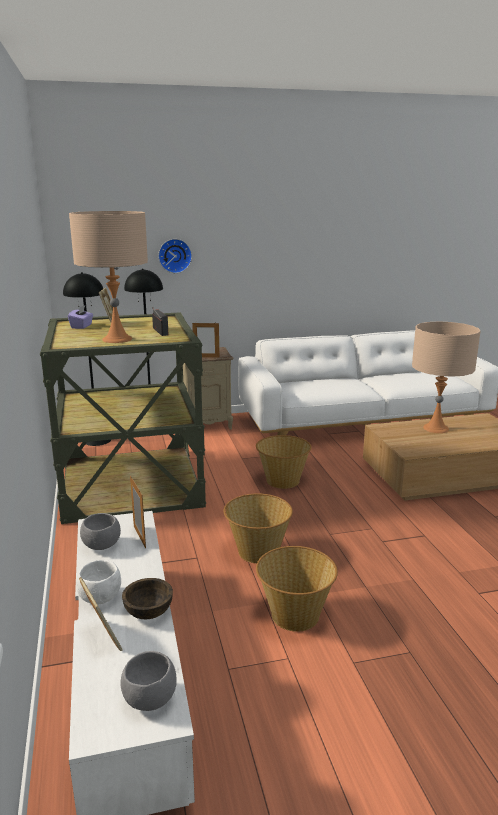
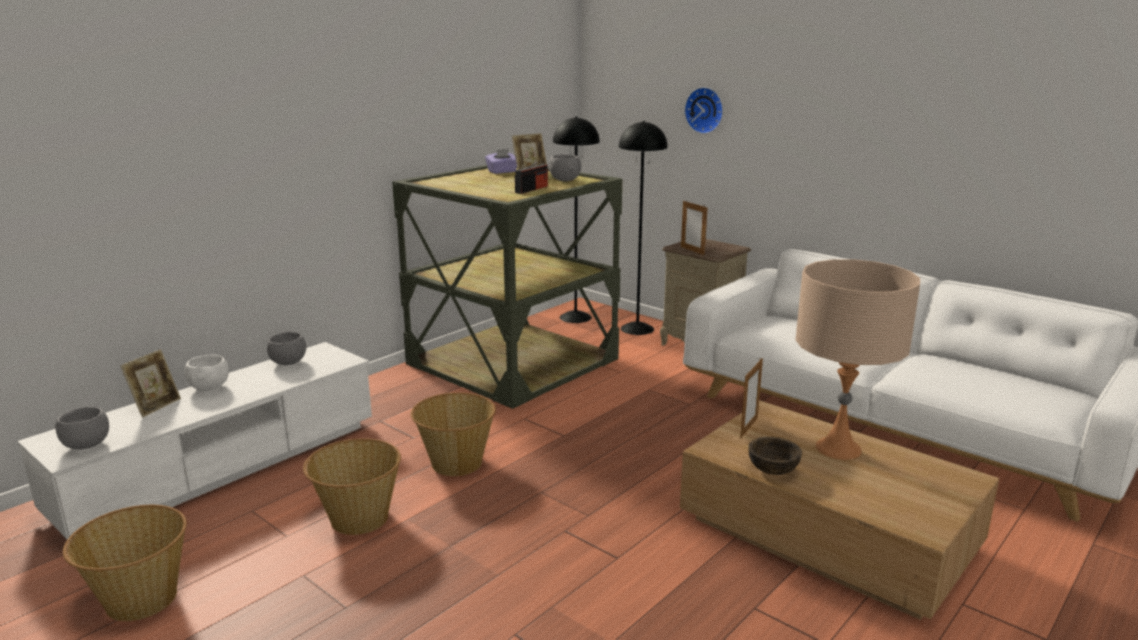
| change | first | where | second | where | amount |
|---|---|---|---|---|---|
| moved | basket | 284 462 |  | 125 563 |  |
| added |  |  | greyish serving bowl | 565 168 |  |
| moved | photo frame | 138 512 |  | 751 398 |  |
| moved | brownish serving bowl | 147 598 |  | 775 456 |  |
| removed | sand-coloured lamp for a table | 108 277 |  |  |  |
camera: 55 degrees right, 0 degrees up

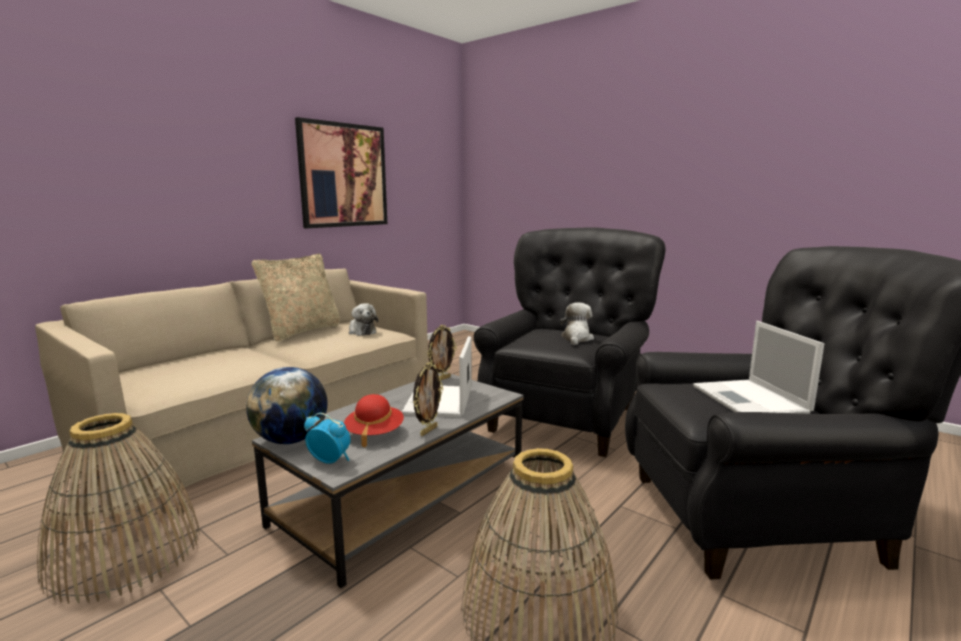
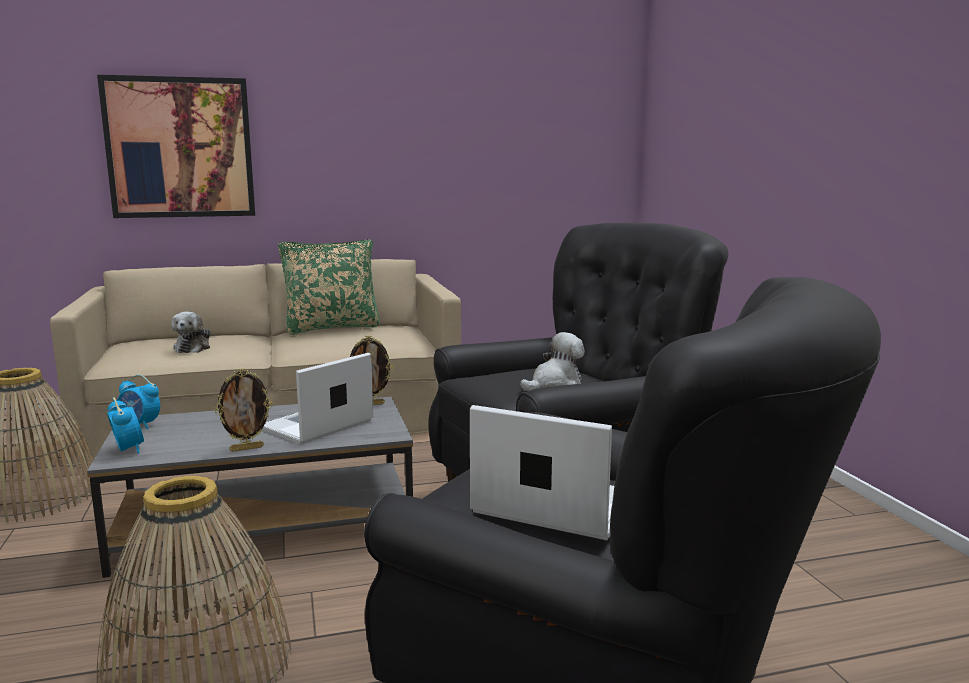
| change | first | where | second | where | amount |
|---|---|---|---|---|---|
| moved | picture | 341 172 |  | 176 146 |  |
| replaced | desk globe | 287 405 | alarm clock | 138 402 |  |
| moved | soft toy | 363 319 |  | 191 332 |  |
| recoloured | sand-coloured throw pillow | 296 298 | green-coloured throw pillow | 328 287 |  |
| turned | notebook computer | 758 367 |  | 542 472 | 90 degrees clockwise |
| removed | reddish wearable hat | 374 421 |  |  |  |
camera: 35 degrees right, 0 degrees up

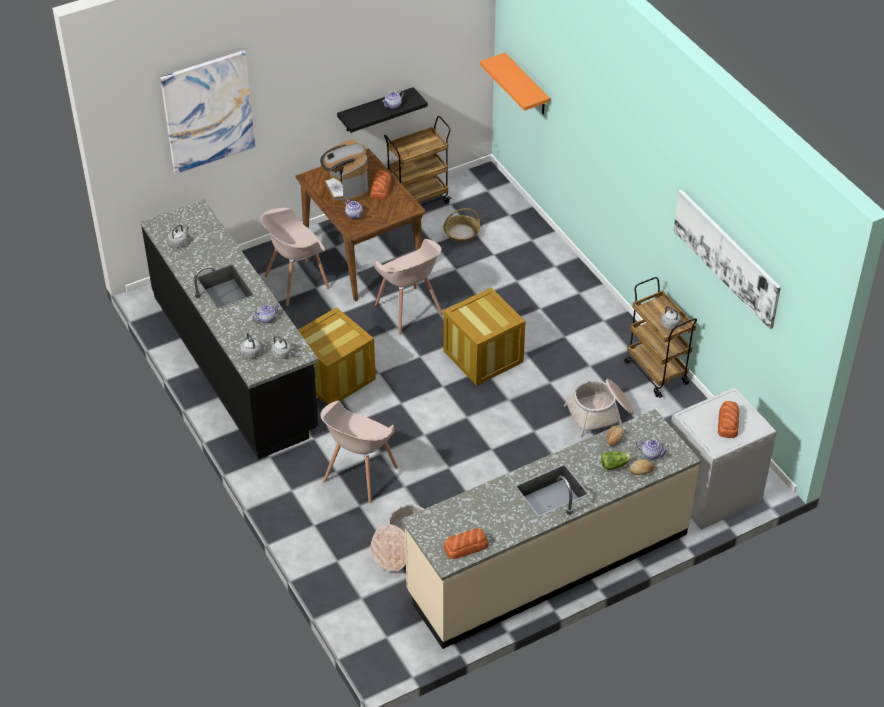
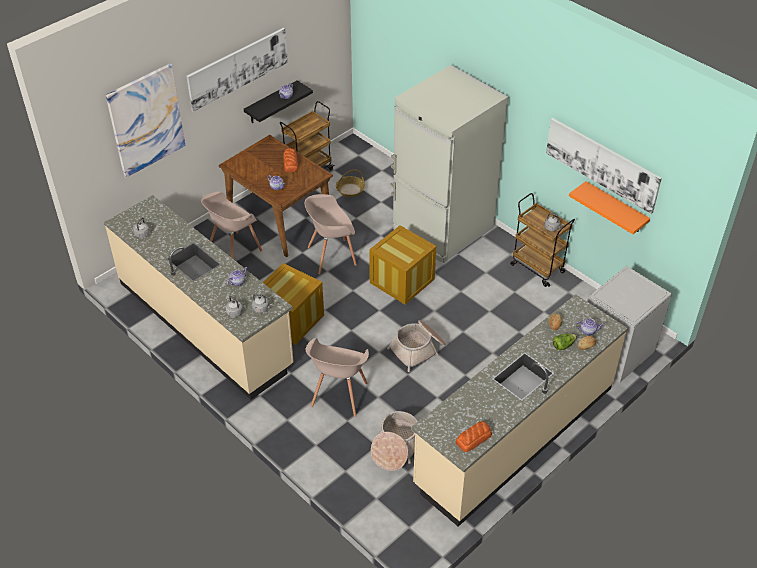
| change | first | where | second | where | amount |
|---|---|---|---|---|---|
| recoloured | black-coloured kitchen base unit | 230 329 | sand-coloured kitchen base unit | 198 297 |  |
| added |  |  | picture | 237 70 |  |
| turned | sand-coloured chair | 409 286 |  | 331 234 | 120 degrees clockwise |
| moved | basket | 599 408 |  | 416 346 |  |
| added |  |  | white-coloured fridge | 449 164 |  |
| moved | orangey bracket shelf | 515 83 |  | 609 207 |  |
| removed | coffee brewer | 344 171 |  |  |  |
| removed | baked bread | 728 419 |  |  |  |
camera: 15 degrees left, 0 degrees up

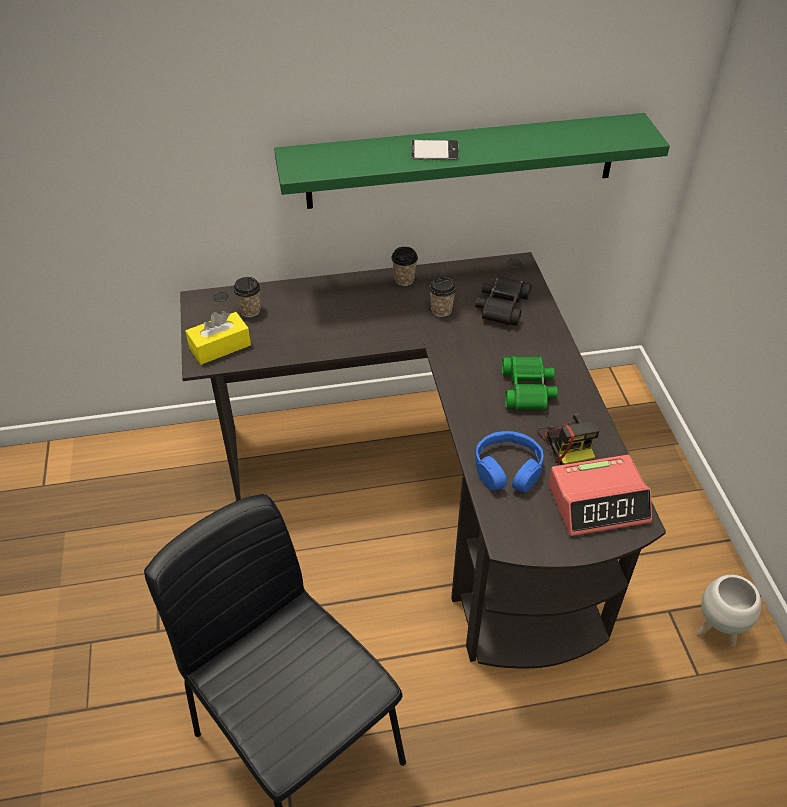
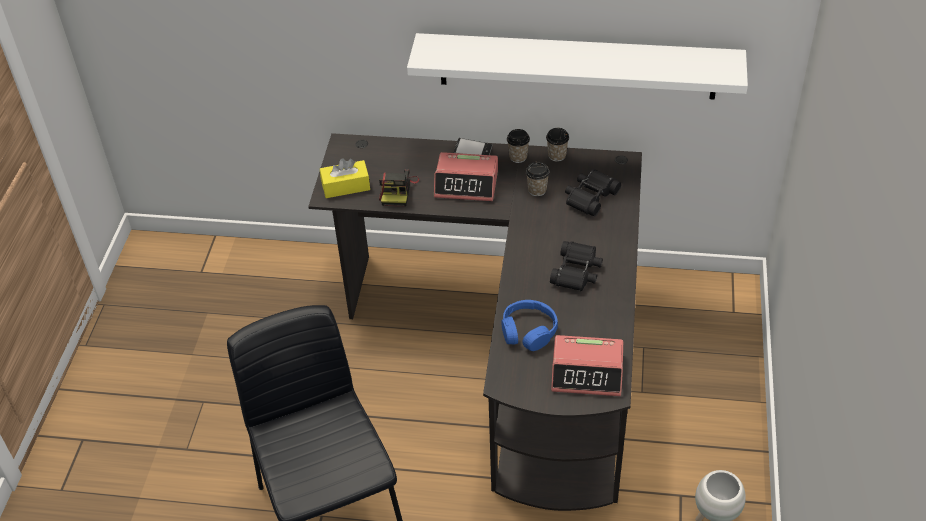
| change | first | where | second | where | amount |
|---|---|---|---|---|---|
| moved | still camera | 568 439 |  | 399 187 |  |
| recoloured | green-coloured bracket shelf | 472 161 | white-coloured bracket shelf | 577 66 |  |
| added |  |  | alarm clock | 466 176 |  |
| moved | phone | 435 150 |  | 473 146 |  |
| moved | small cup | 247 297 |  | 557 145 |  |
| recoloured | green-coloured pair of binoculars | 530 383 | black-coloured pair of binoculars | 576 266 |  |
camera: 20 degrees right, 0 degrees up

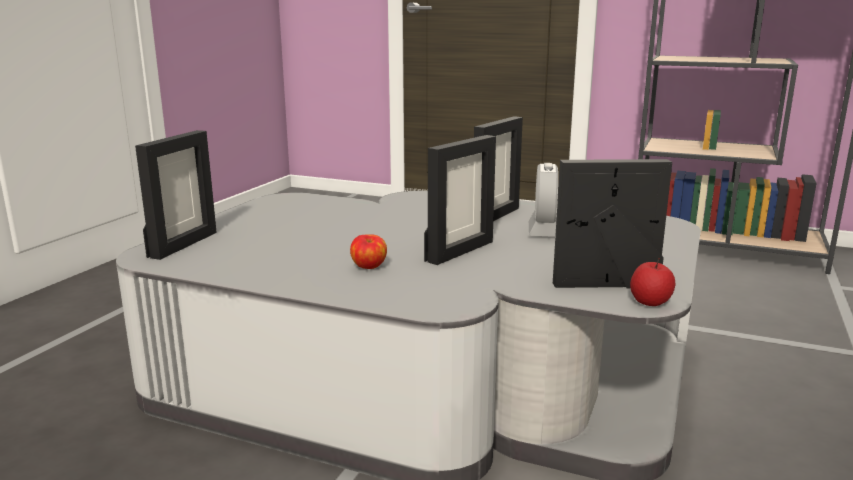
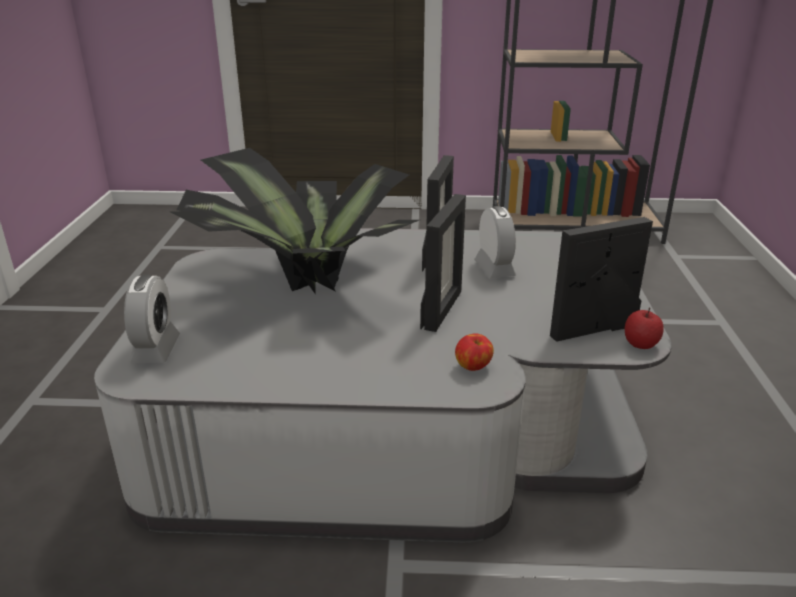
| change | first | where | second | where | amount |
|---|---|---|---|---|---|
| replaced | photo frame | 176 195 | alarm clock | 152 319 |  |
| added |  |  | potted plant | 294 220 |  |
| moved | whole apple | 368 251 |  | 474 352 |  |
camera: 20 degrees left, 10 degrees up

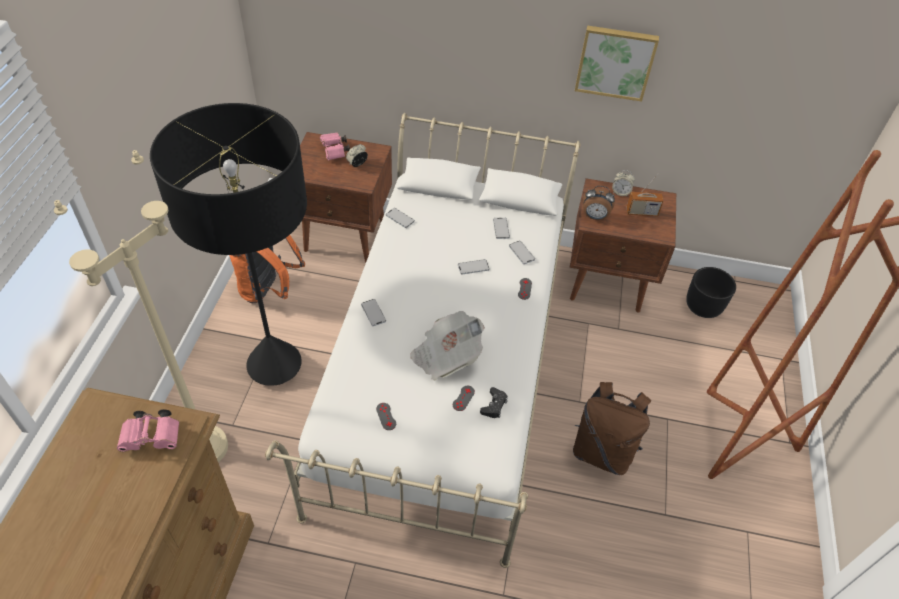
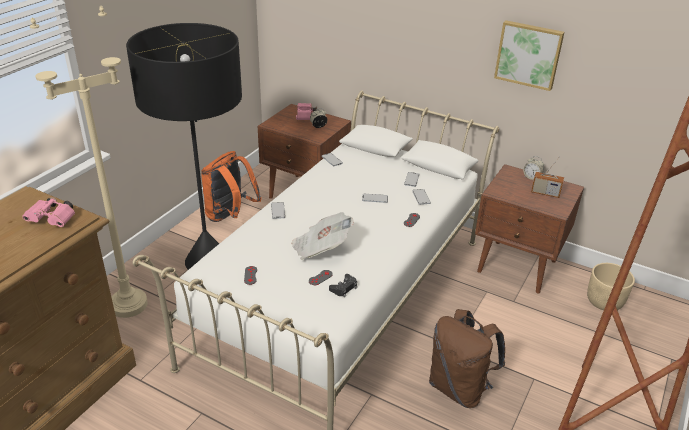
| change | first | where | second | where | amount |
|---|---|---|---|---|---|
| recoloured | black-coloured plant pot | 711 292 | sand-coloured plant pot | 611 286 |  |
| removed | alarm clock | 599 203 |  |  |  |
camera: 20 degrees right, 15 degrees down

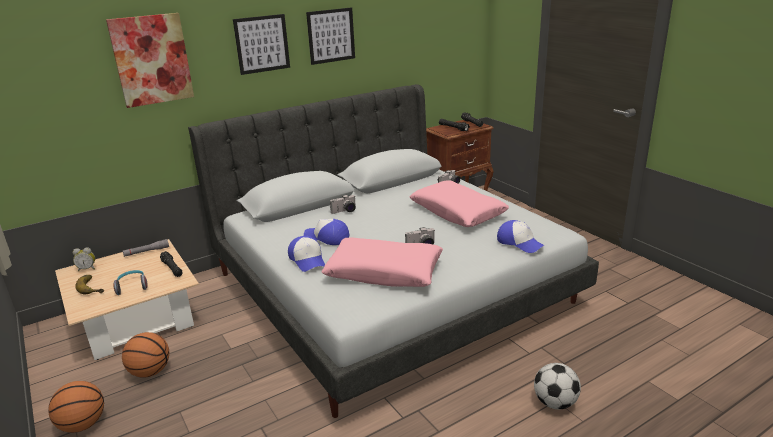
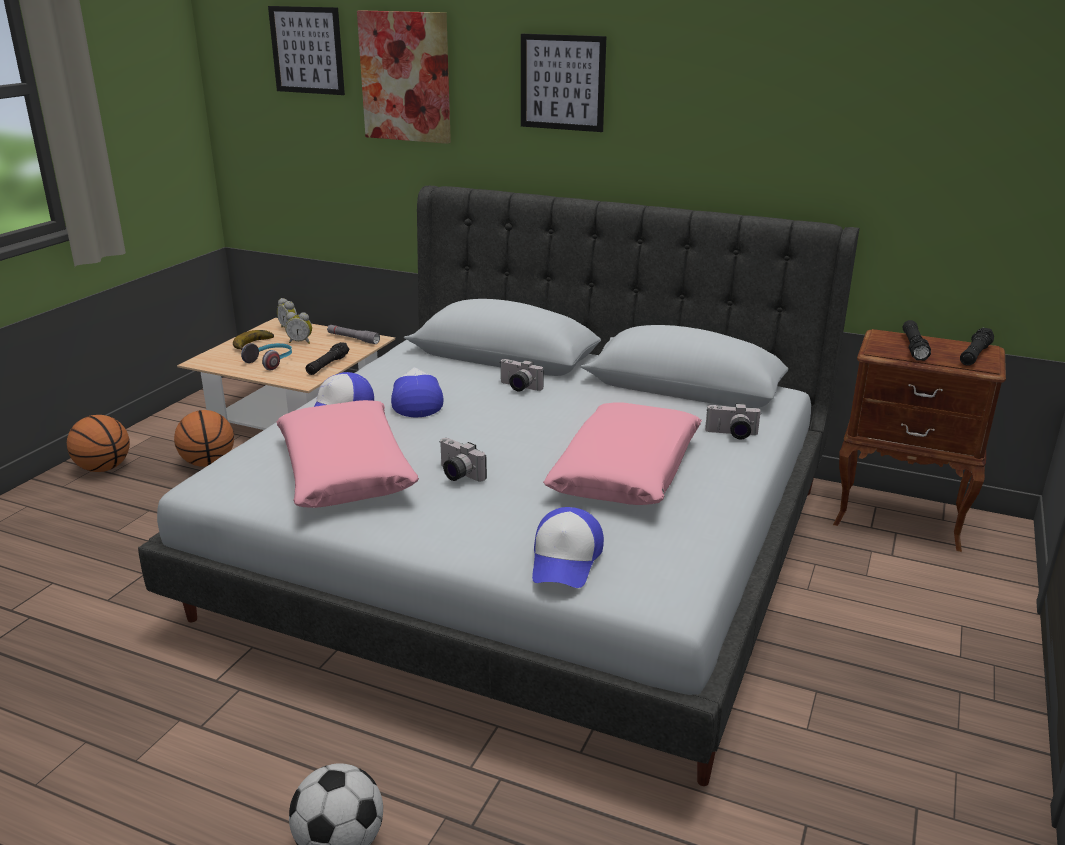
| change | first | where | second | where | amount |
|---|---|---|---|---|---|
| moved | picture | 330 36 |  | 306 50 |  |
| added |  |  | alarm clock | 298 328 |  |
camera: 55 degrees right, 0 degrees up

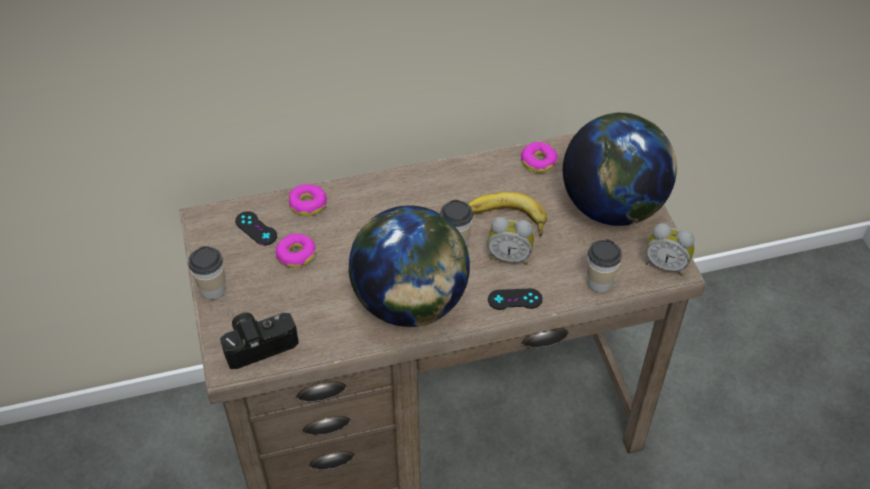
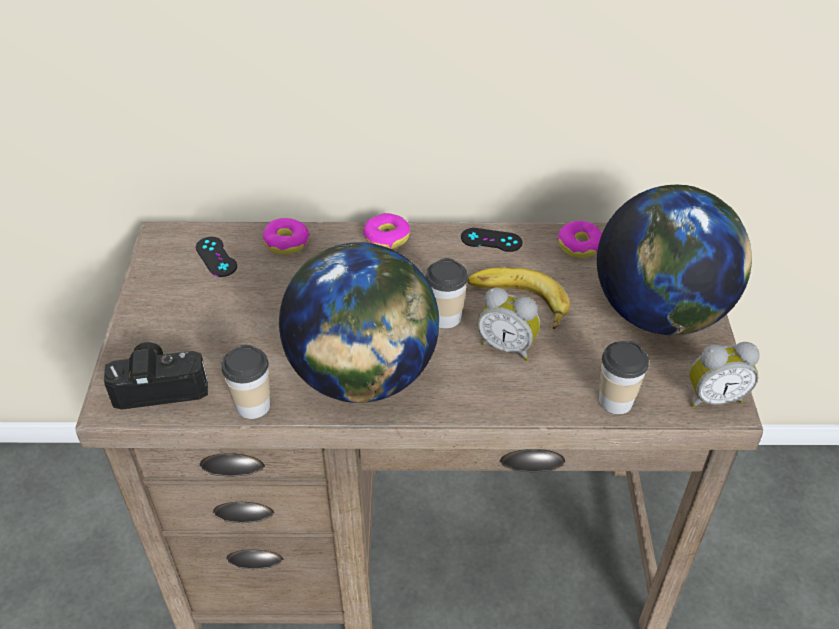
| change | first | where | second | where | amount |
|---|---|---|---|---|---|
| moved | small cup | 207 273 |  | 246 382 |  |
| moved | doughnut | 295 251 |  | 386 231 |  |
| moved | black-coloured game controller | 515 299 |  | 491 240 |  |
| turned | alarm clock | 670 249 |  | 724 375 | 45 degrees counterclockwise |
camera: 15 degrees right, 5 degrees down

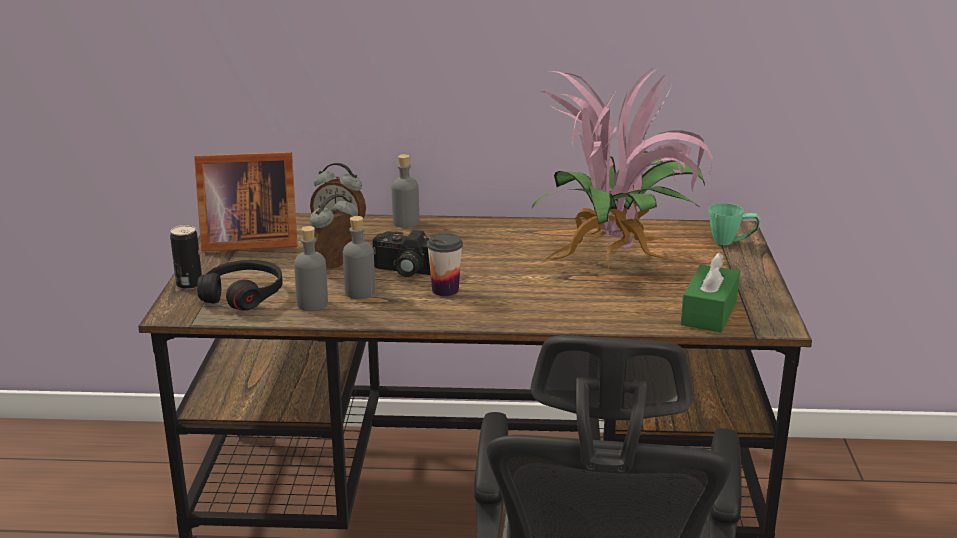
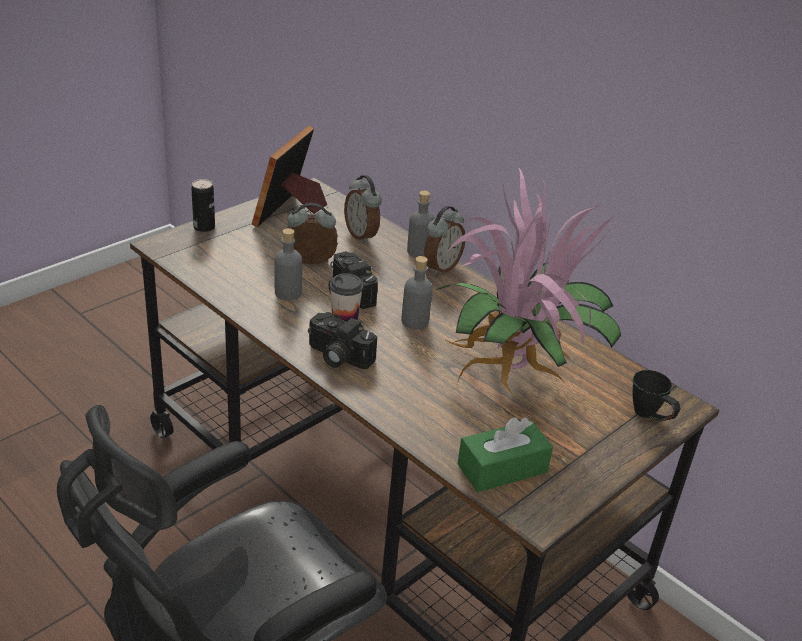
| change | first | where | second | where | amount |
|---|---|---|---|---|---|
| turned | photo frame | 245 201 |  | 289 176 | 75 degrees clockwise |
| added |  |  | still camera | 342 340 |  |
| moved | greyish bottle | 311 268 |  | 417 292 |  |
| added |  |  | alarm clock | 444 240 |  |
| recoloured | green-coloured tea mug | 735 224 | black-coloured tea mug | 657 395 |  |
| removed | black-coloured headset | 240 285 |  |  |  |
camera: 40 degrees right, 10 degrees up

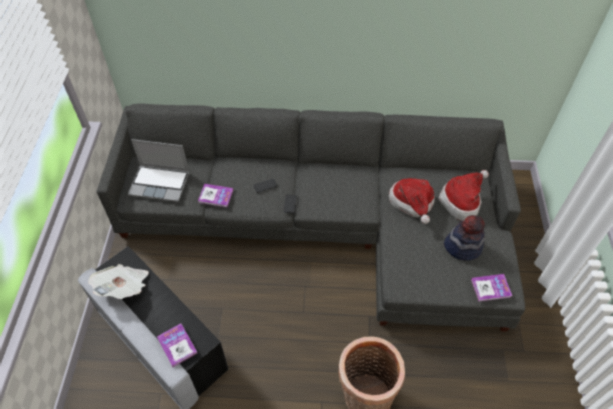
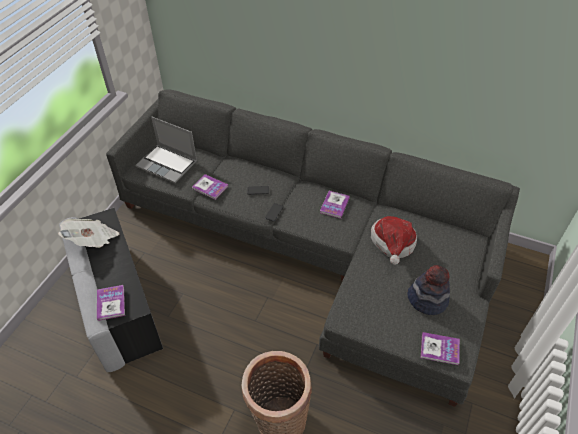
| change | first | where | second | where | amount |
|---|---|---|---|---|---|
| added |  |  | volume | 335 204 |  |
| removed | wearable hat | 464 195 |  |  |  |
camera: 20 degrees right, 5 degrees down

